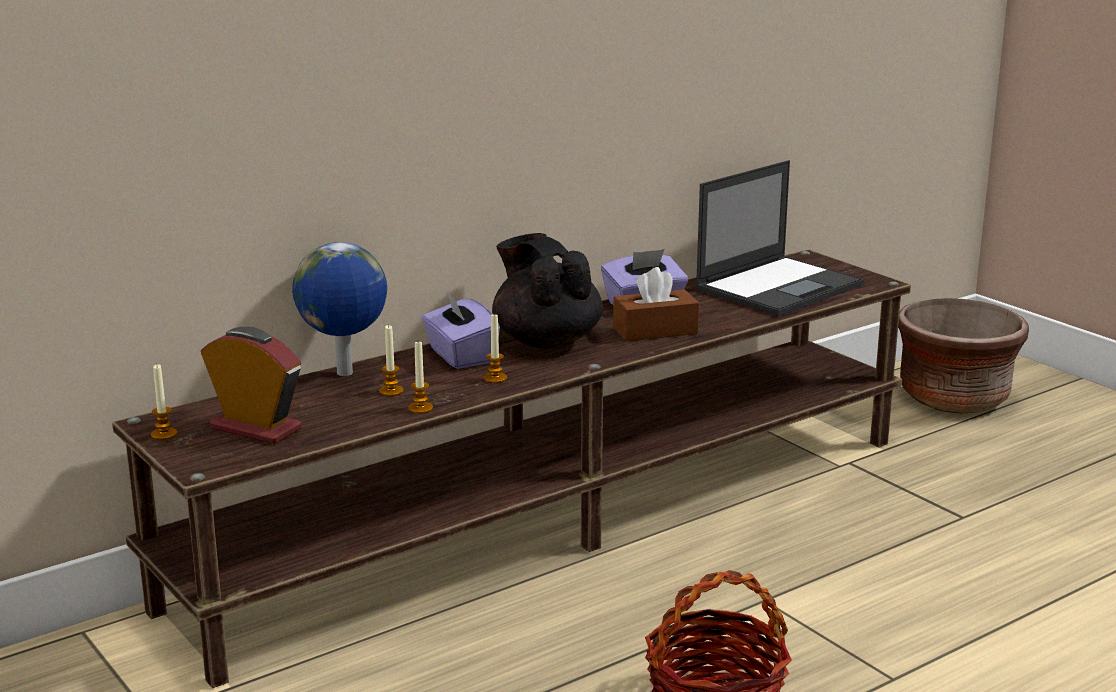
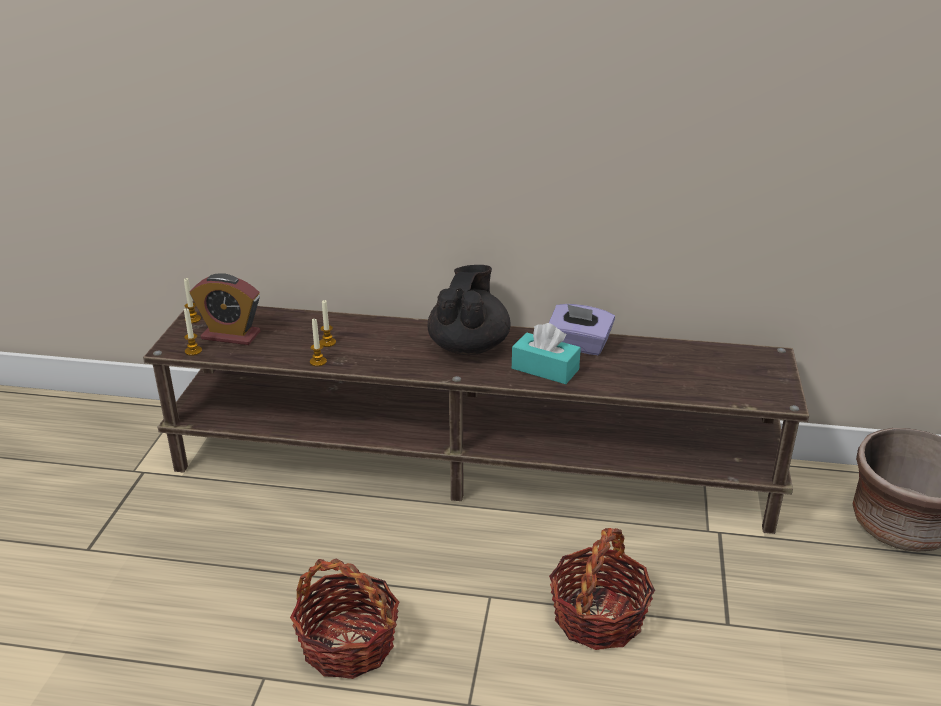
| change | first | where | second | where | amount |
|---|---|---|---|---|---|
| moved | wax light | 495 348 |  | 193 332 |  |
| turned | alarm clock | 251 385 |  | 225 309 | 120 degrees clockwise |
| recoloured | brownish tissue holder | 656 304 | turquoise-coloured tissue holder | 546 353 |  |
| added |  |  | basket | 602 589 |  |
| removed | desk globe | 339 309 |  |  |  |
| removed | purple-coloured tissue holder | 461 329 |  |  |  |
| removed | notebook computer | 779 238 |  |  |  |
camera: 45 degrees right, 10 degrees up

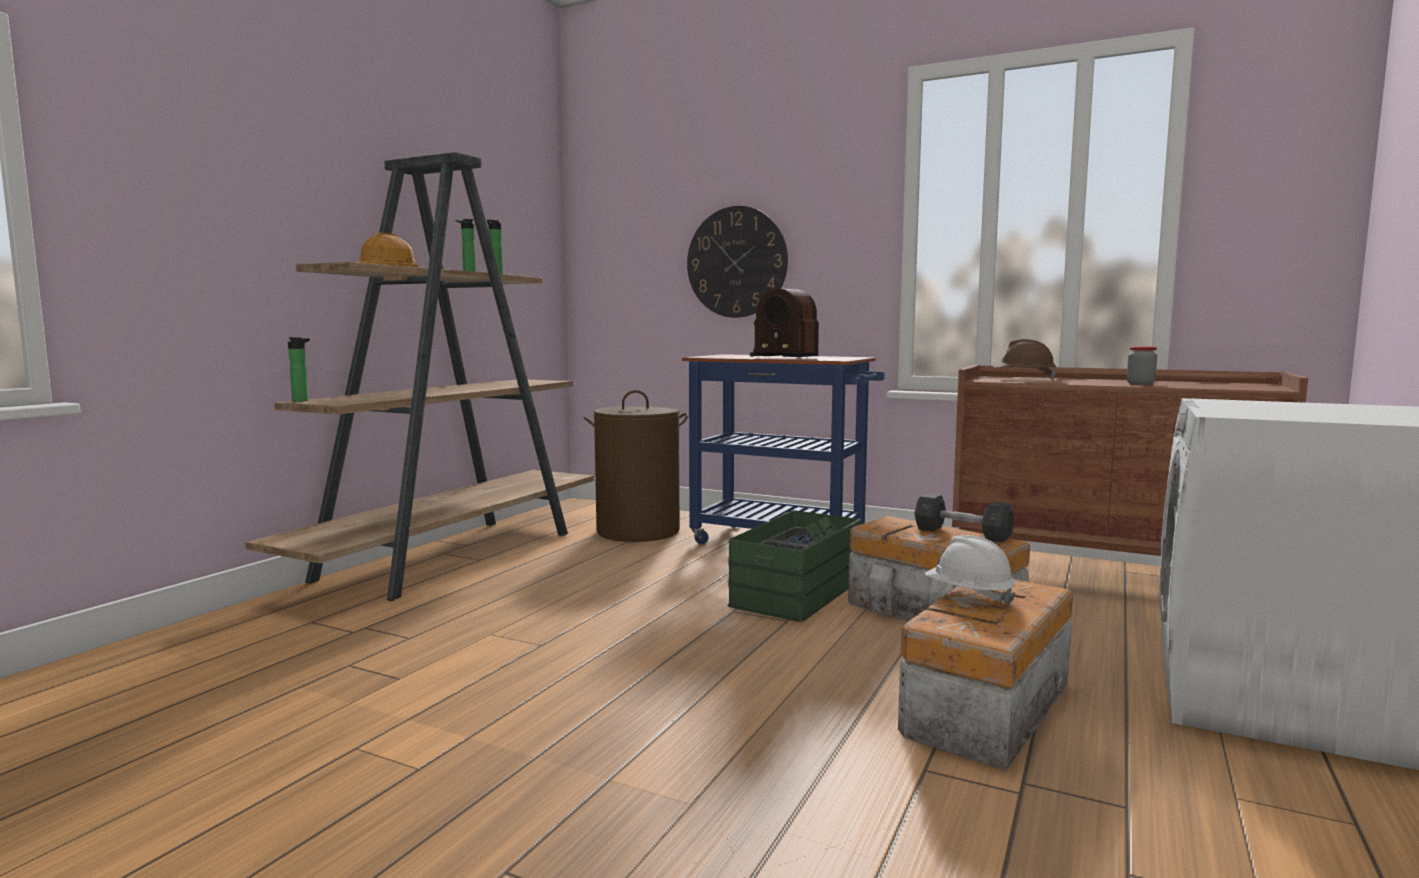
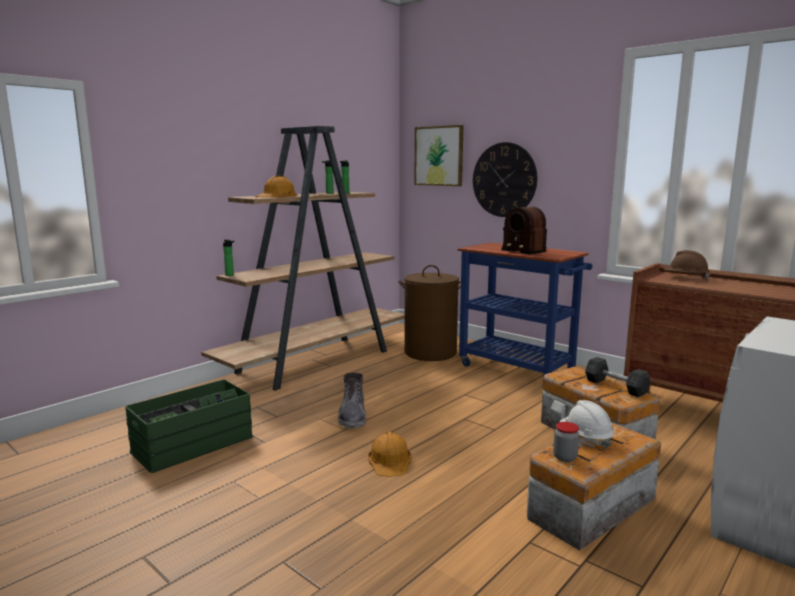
| change | first | where | second | where | amount |
|---|---|---|---|---|---|
| moved | green-coloured storage container | 794 566 |  | 189 426 |  |
| added |  |  | greyish boot | 352 401 |  |
| added |  |  | orangey work helmet | 389 454 |  |
| added |  |  | picture | 439 155 |  |
| moved | jar | 1142 365 |  | 566 442 |  |
camera: 15 degrees right, 5 degrees up

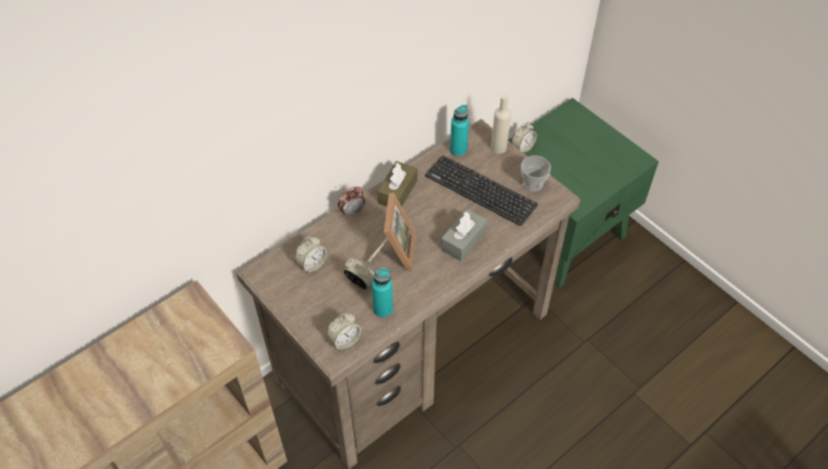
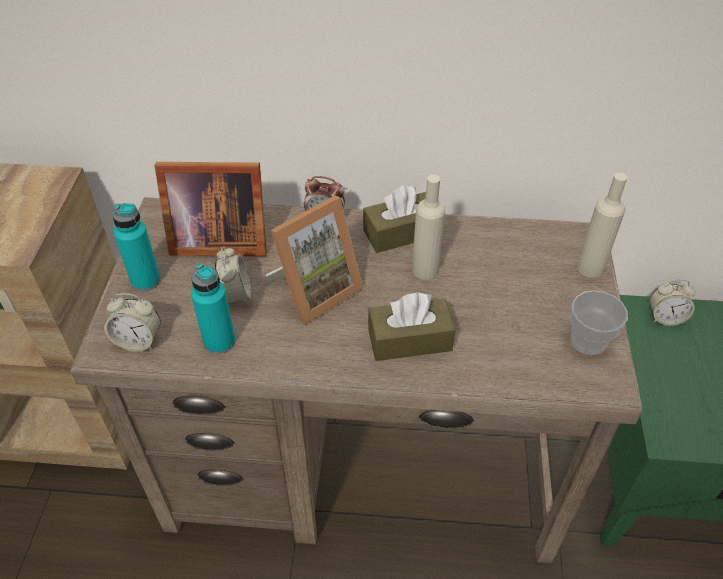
| change | first | where | second | where | amount |
|---|---|---|---|---|---|
| moved | turquoise-coloured bottle | 459 131 |  | 137 247 |  |
| replaced | alarm clock | 311 254 | photo frame | 210 209 |  |
| recoloured | greyish tissue holder | 464 235 | brownish tissue holder | 411 326 |  |
| added |  |  | sand-coloured bottle | 429 227 |  |
| removed | PC keyboard | 481 190 |  |  |  |
camera: 45 degrees right, 5 degrees down

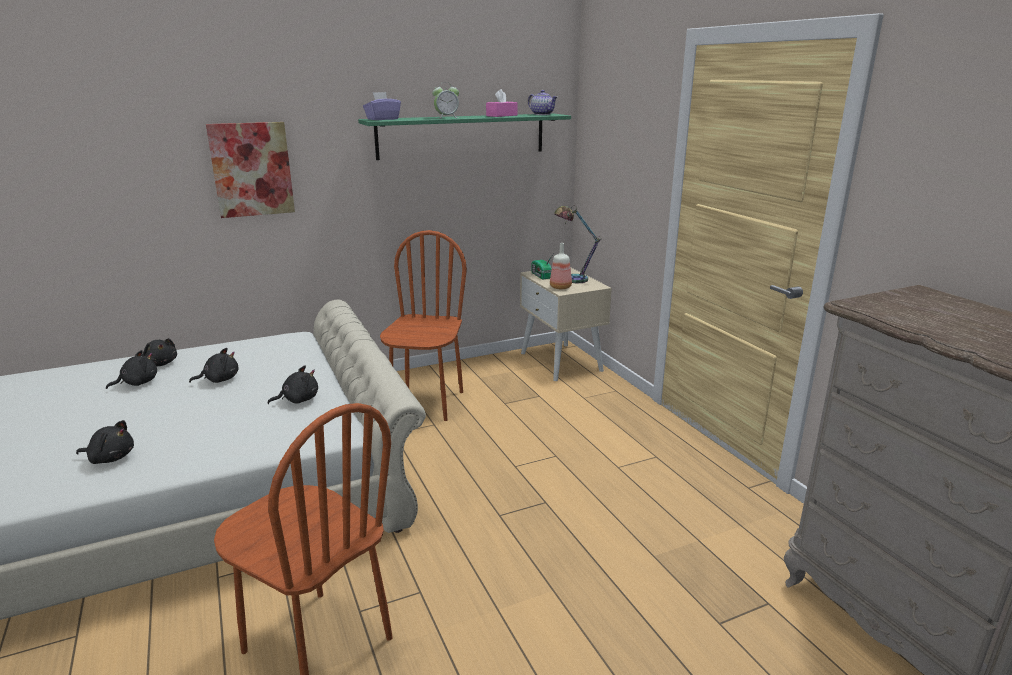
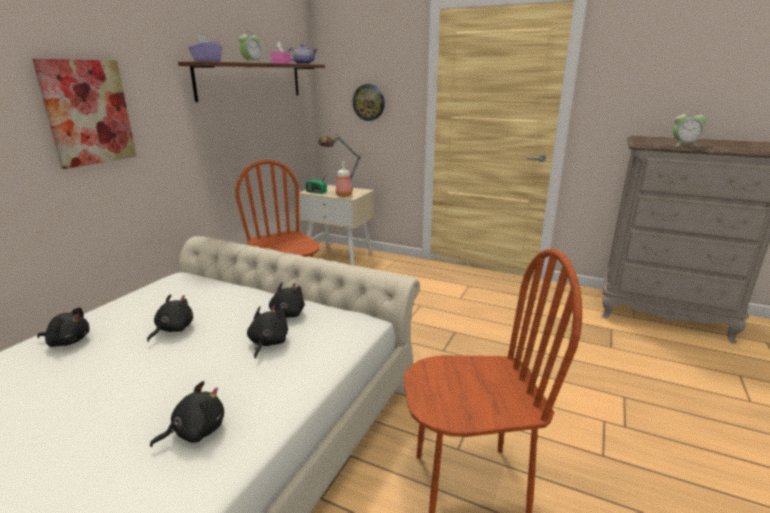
| change | first | where | second | where | amount |
|---|---|---|---|---|---|
| recoloured | green-coloured bracket shelf | 464 137 | brownish bracket shelf | 251 81 |  |
| moved | black-coloured soft toy | 131 369 |  | 267 332 |  |
| added |  |  | hanging clock | 369 102 |  |
| added |  |  | alarm clock | 689 128 |  |
camera: 40 degrees left, 0 degrees up

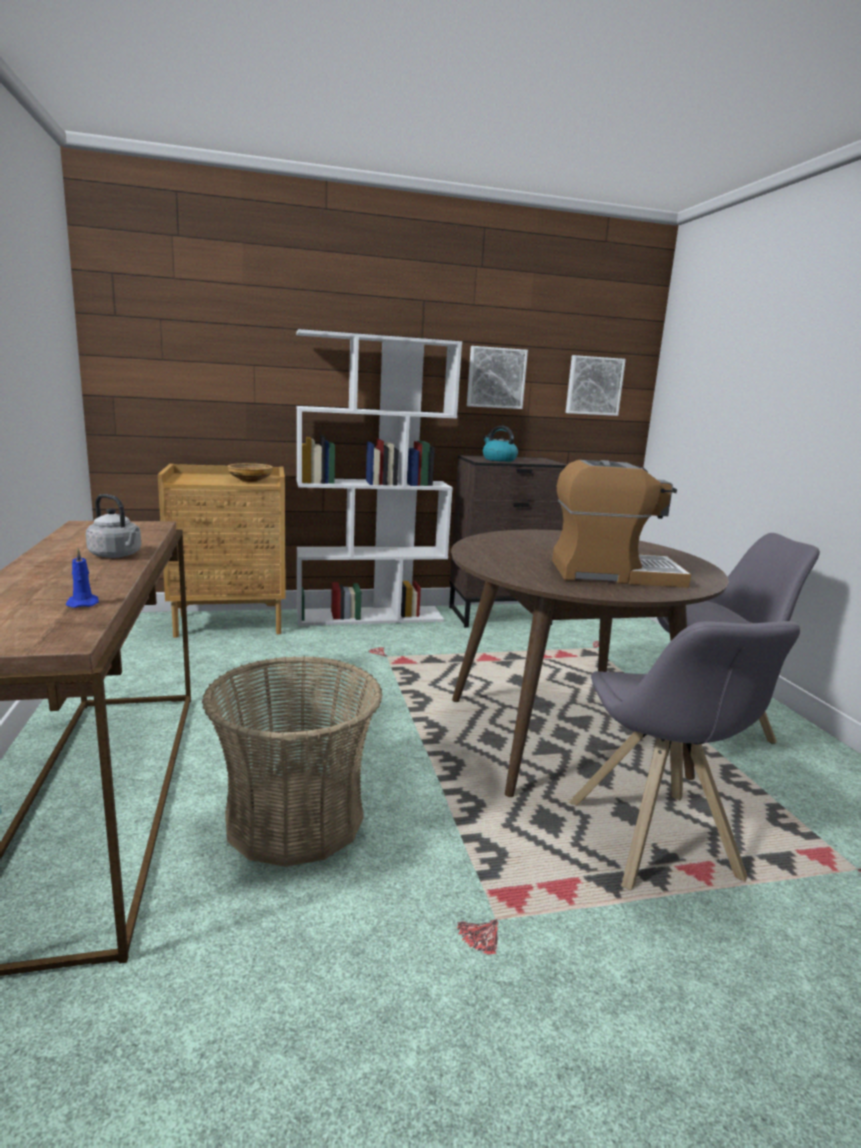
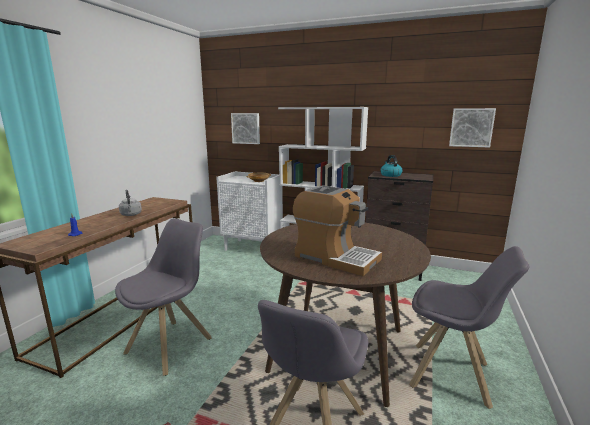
| change | first | where | second | where | amount |
|---|---|---|---|---|---|
| replaced | basket | 292 761 | greyish chair | 163 297 |  |
| recoloured | brownish cupboard | 222 551 | white-coloured cupboard | 249 211 |  |
| moved | picture | 497 377 |  | 245 128 |  |
camera: 35 degrees right, 0 degrees up

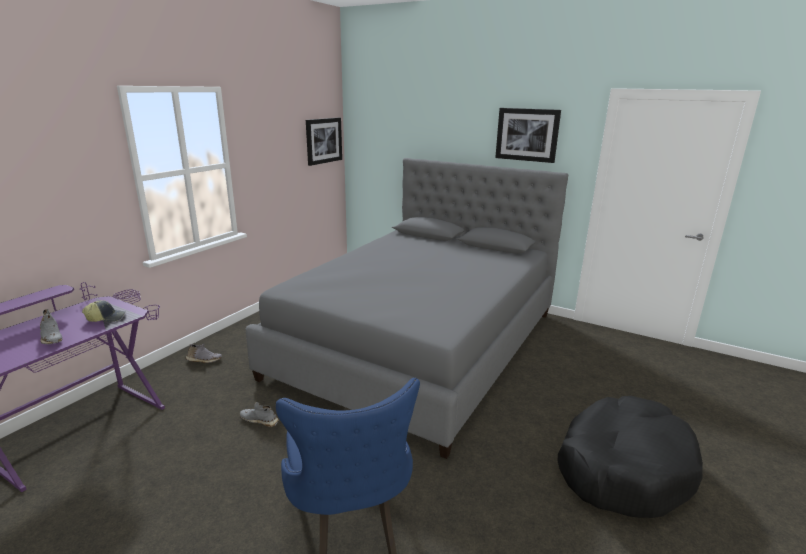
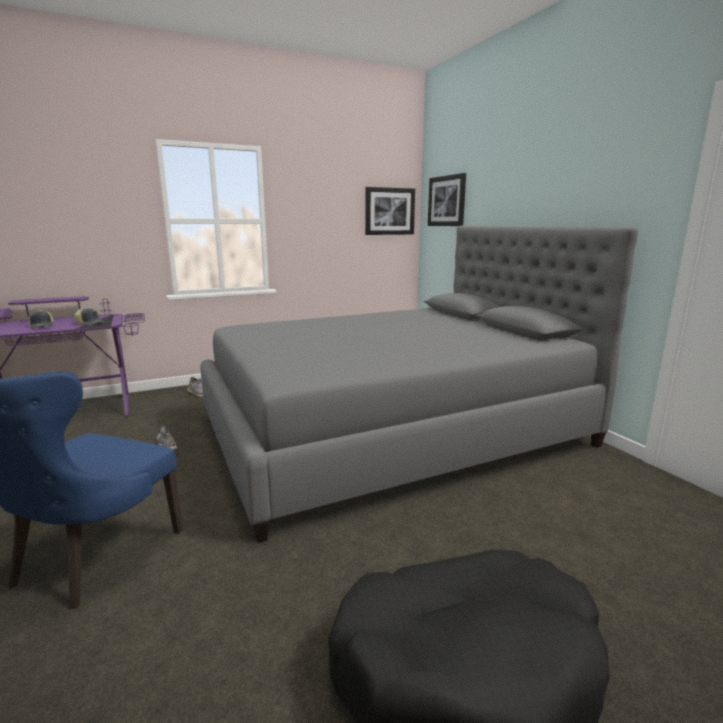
| change | first | where | second | where | amount |
|---|---|---|---|---|---|
| replaced | greyish shoe | 51 326 | cap | 41 319 |  |
| moved | picture | 528 135 |  | 447 199 |  |
camera: 35 degrees right, 5 degrees down

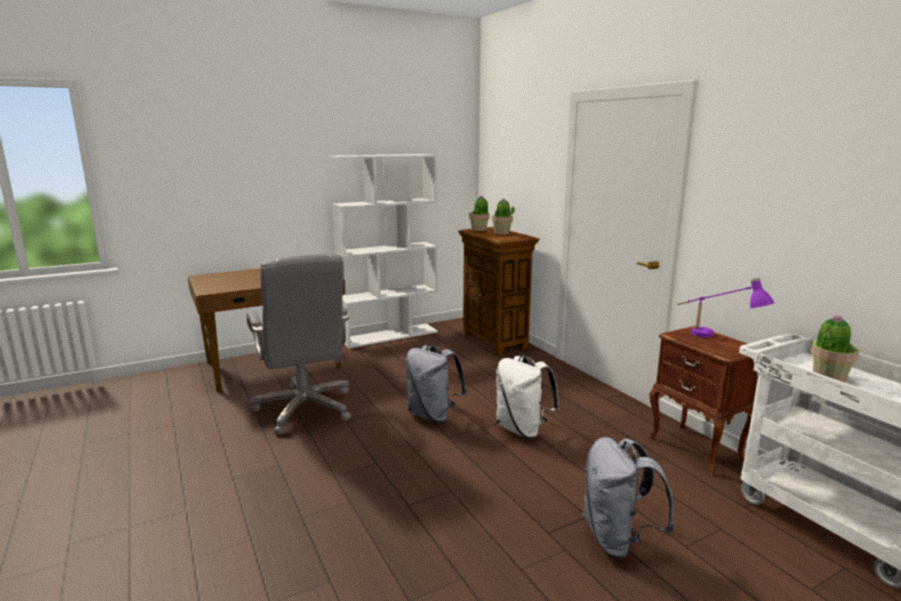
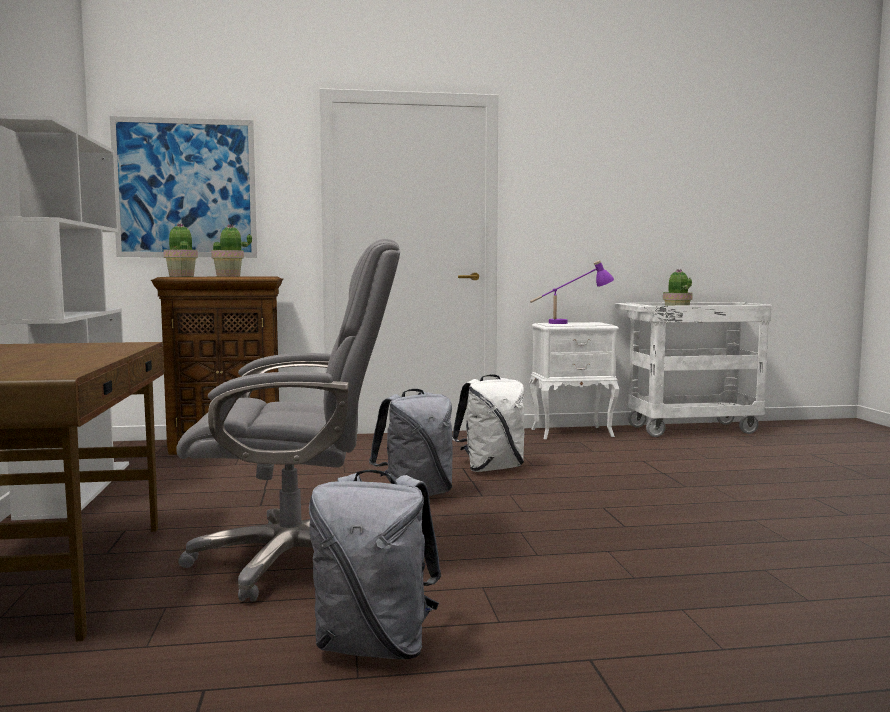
| change | first | where | second | where | amount |
|---|---|---|---|---|---|
| added |  |  | picture | 183 186 |  |
| moved | greyish rucksack | 628 498 |  | 375 564 |  |
| recoloured | brownish bedside table | 703 400 | white-coloured bedside table | 574 380 |  |
camera: 70 degrees left, 10 degrees down

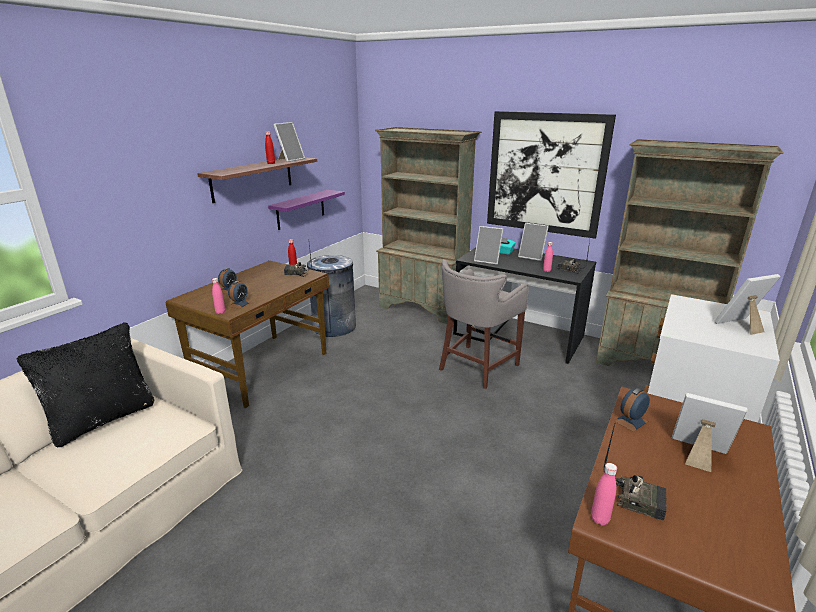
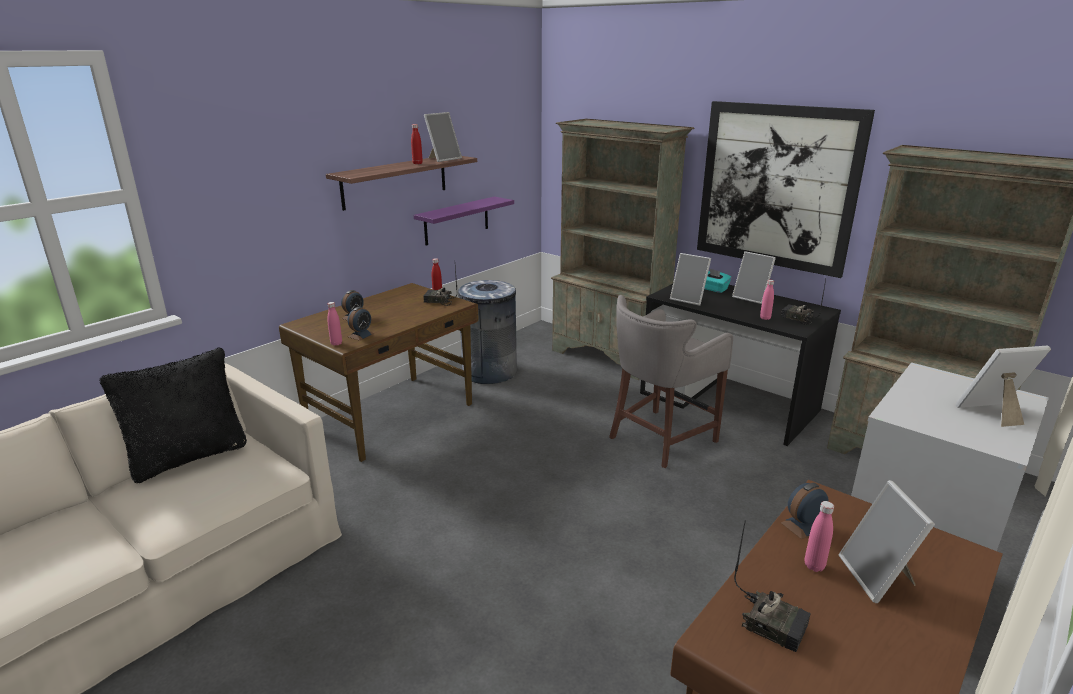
| change | first | where | second | where | amount |
|---|---|---|---|---|---|
| moved | pink-coloured bottle | 604 494 |  | 819 536 |  |
| turned | photo frame | 710 432 |  | 887 541 | 135 degrees counterclockwise |
camera: 10 degrees right, 0 degrees up

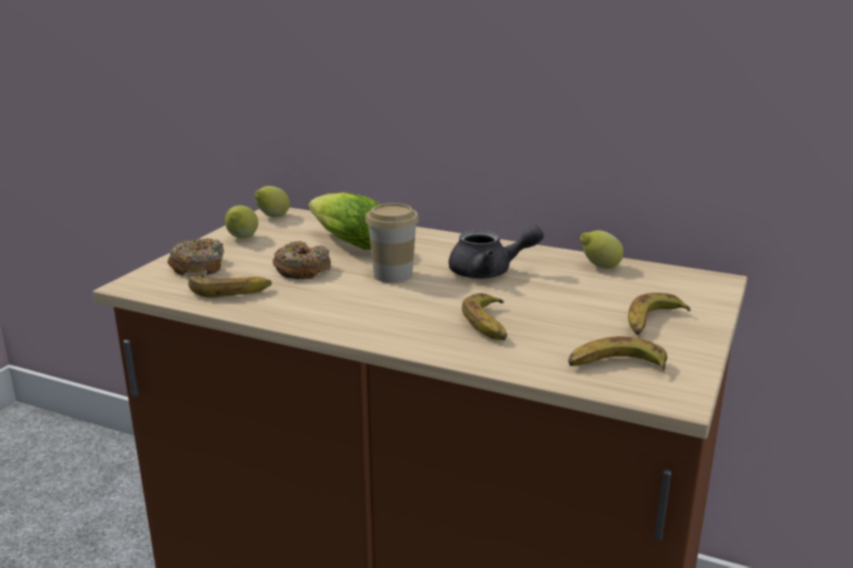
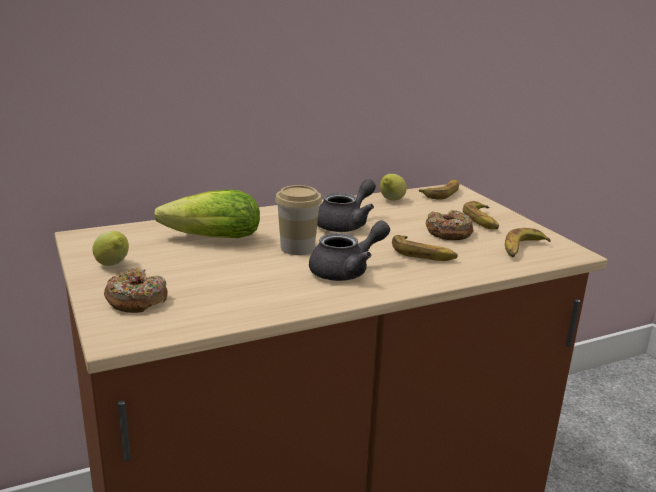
| change | first | where | second | where | amount |
|---|---|---|---|---|---|
| added |  |  | greyish teapot | 349 251 |  |
| moved | banana fruit | 230 286 |  | 439 190 |  |
| moved | doughnut | 302 260 |  | 450 225 |  |
| removed | whole lemon | 272 201 |  |  |  |
camera: 50 degrees left, 0 degrees up

